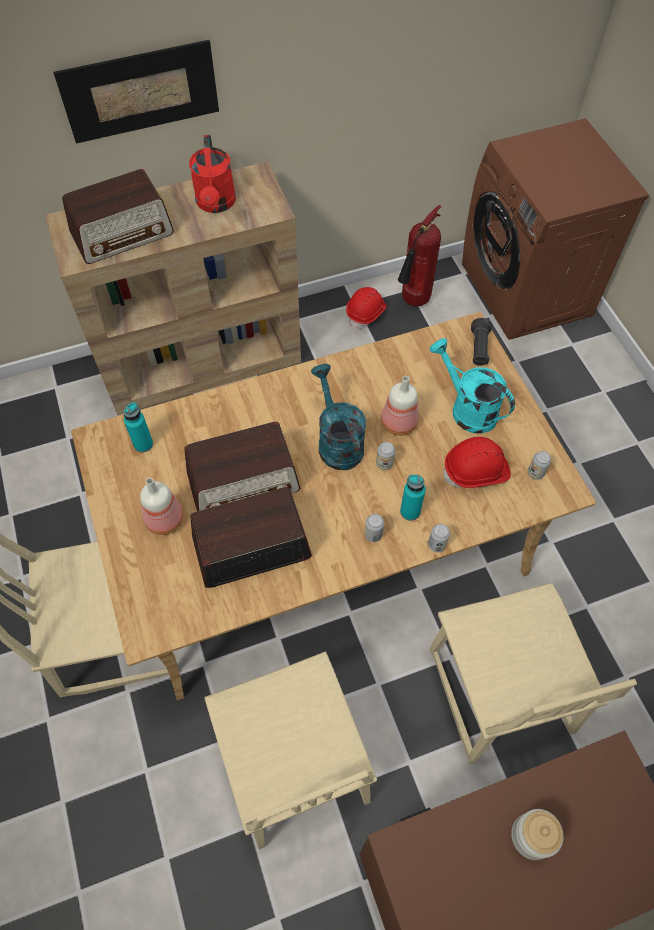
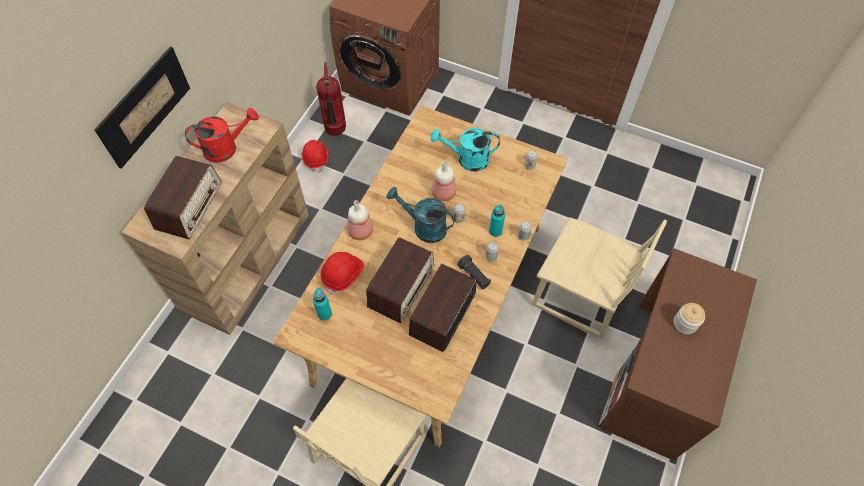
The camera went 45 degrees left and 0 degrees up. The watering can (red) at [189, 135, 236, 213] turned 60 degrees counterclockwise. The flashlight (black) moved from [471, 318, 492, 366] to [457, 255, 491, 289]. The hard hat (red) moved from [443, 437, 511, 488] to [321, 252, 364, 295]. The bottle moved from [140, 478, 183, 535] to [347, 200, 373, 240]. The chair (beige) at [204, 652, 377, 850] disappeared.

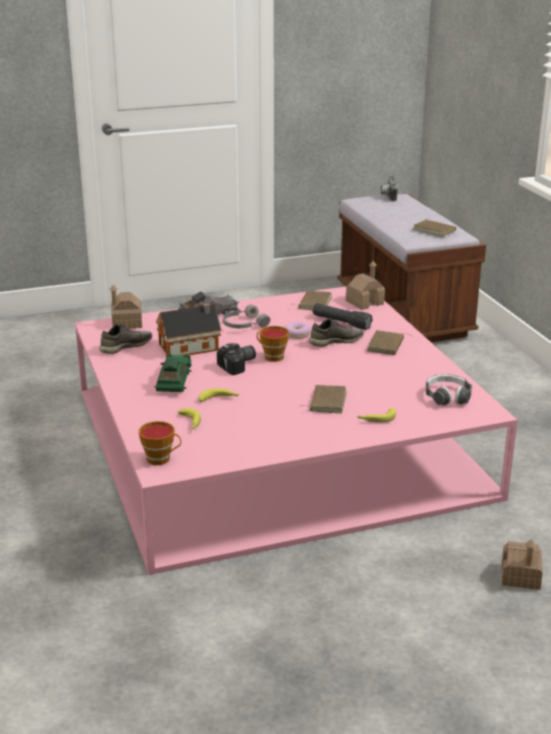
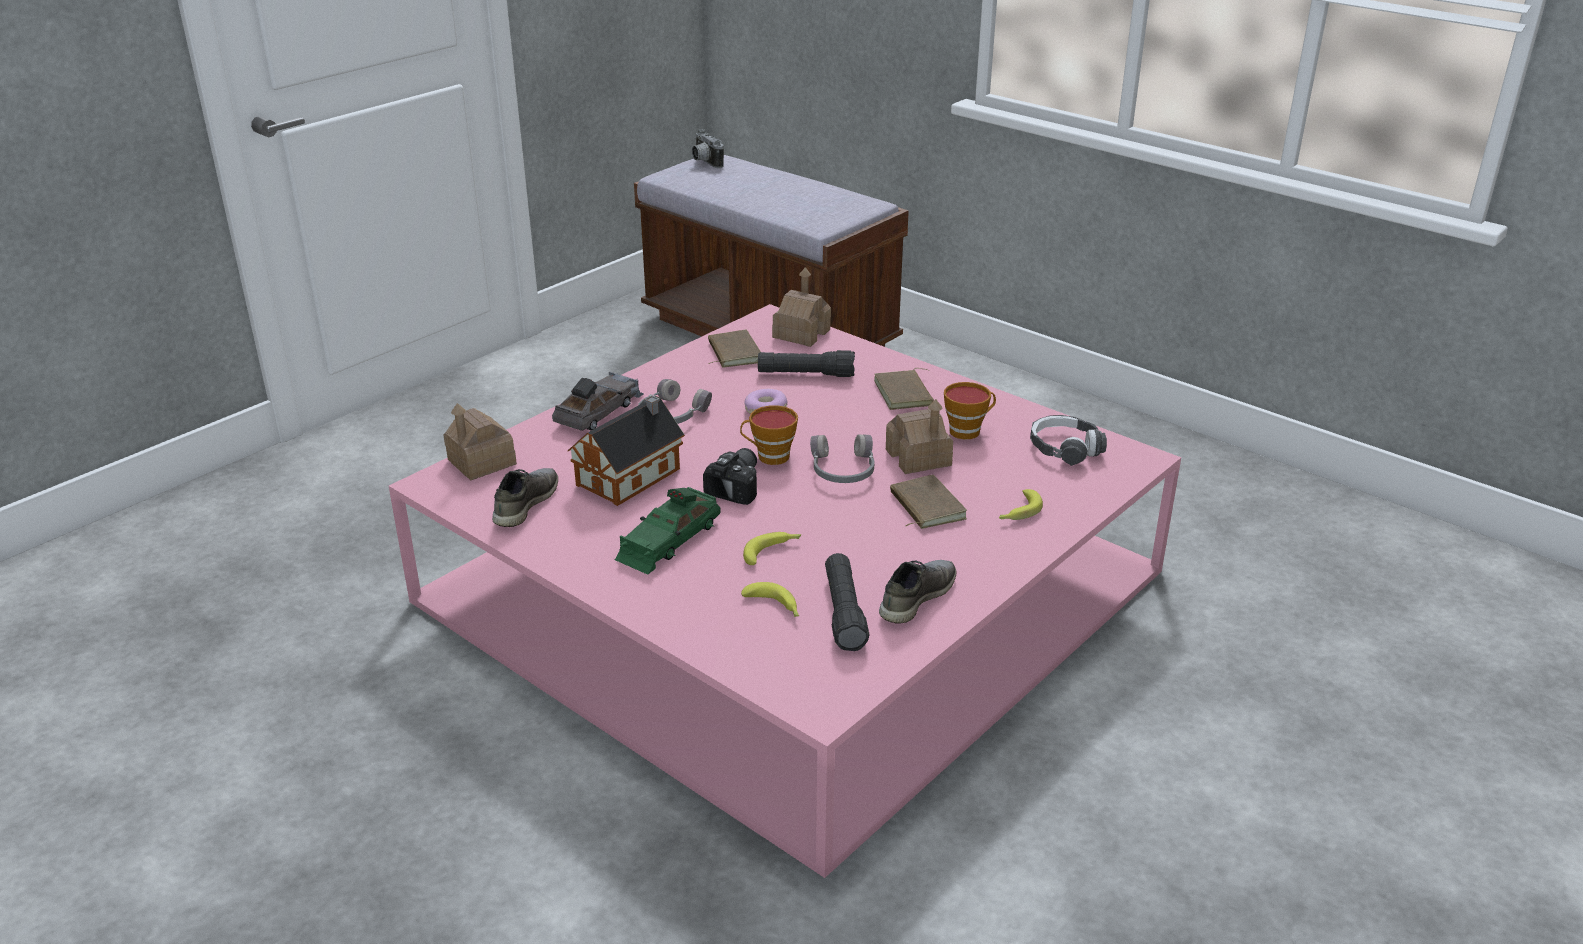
The camera went 30 degrees left and 5 degrees up. The book (brown) at [413, 218, 456, 237] disappeared. The shoe (grey) moved from [309, 318, 364, 347] to [879, 560, 956, 624]. The toy car (green) at [154, 355, 192, 392] turned 120 degrees counterclockwise. The cup moved from [138, 421, 181, 465] to [944, 382, 996, 440]. The toy house moved from [502, 539, 543, 590] to [886, 399, 953, 474]. The headphones (grey) at [810, 434, 874, 483] appeared. The flashlight (black) at [825, 553, 870, 651] appeared.

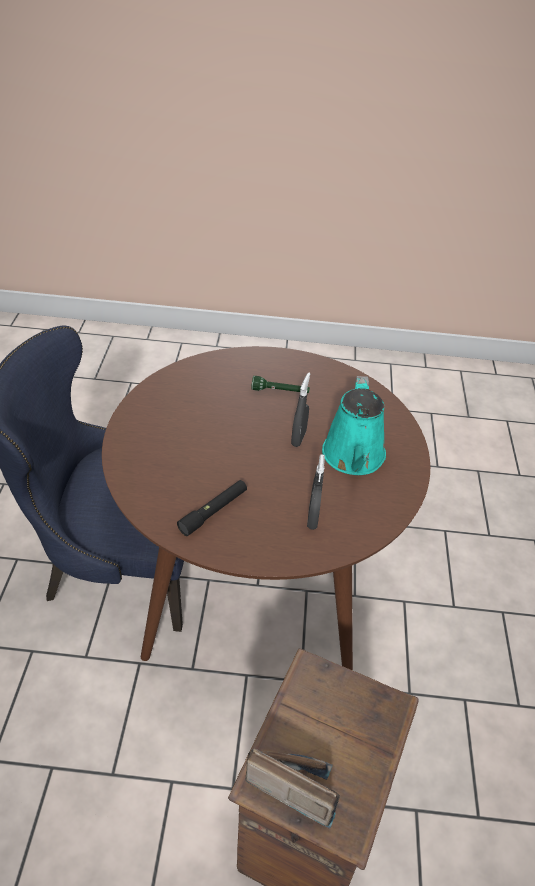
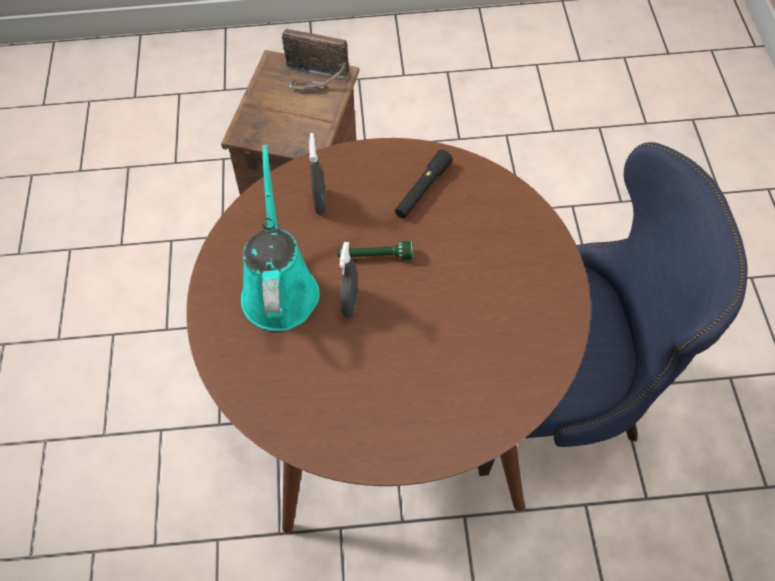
The camera went 175 degrees right and 15 degrees up. The flashlight (green) moved from [251, 376, 310, 393] to [337, 241, 413, 260].

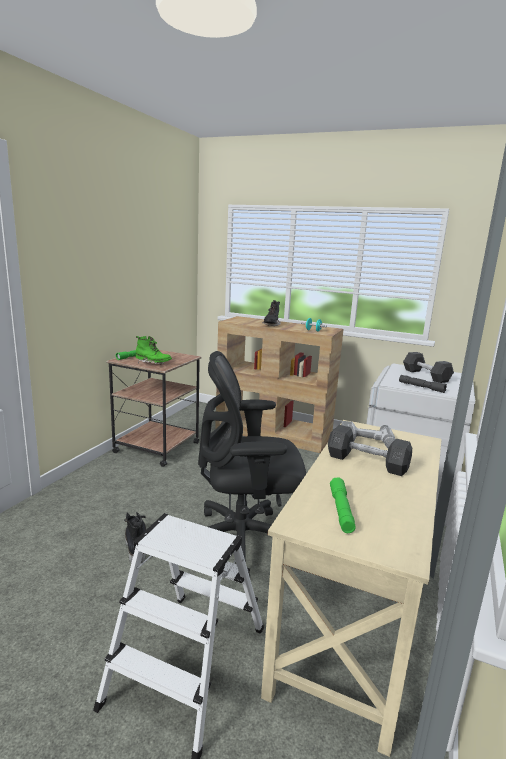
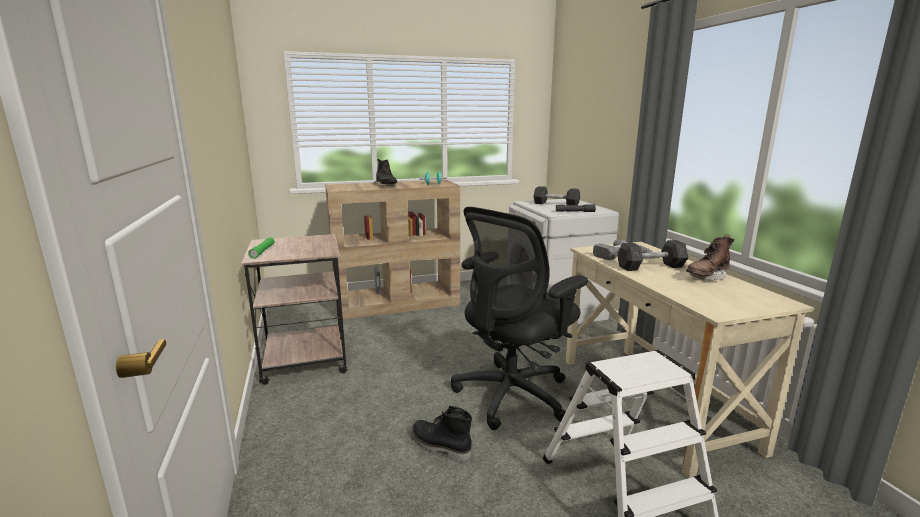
The camera went 40 degrees left and 0 degrees up. The boot (green) at [136, 336, 172, 364] disappeared. The flashlight (green) at [330, 477, 356, 533] disappeared. The boot (brown) at [686, 234, 734, 281] appeared.

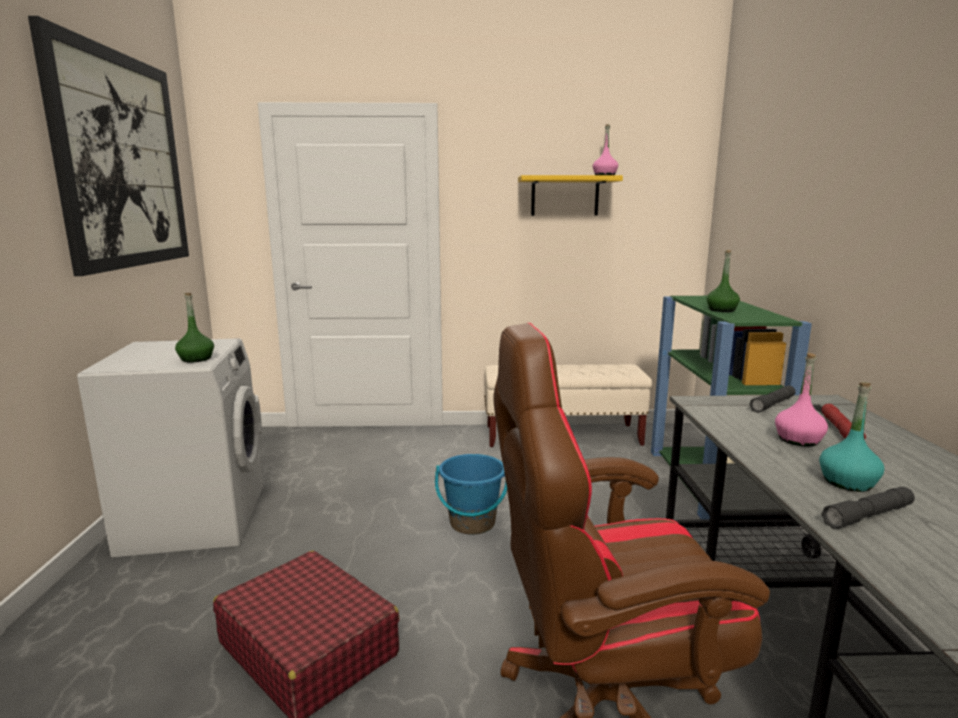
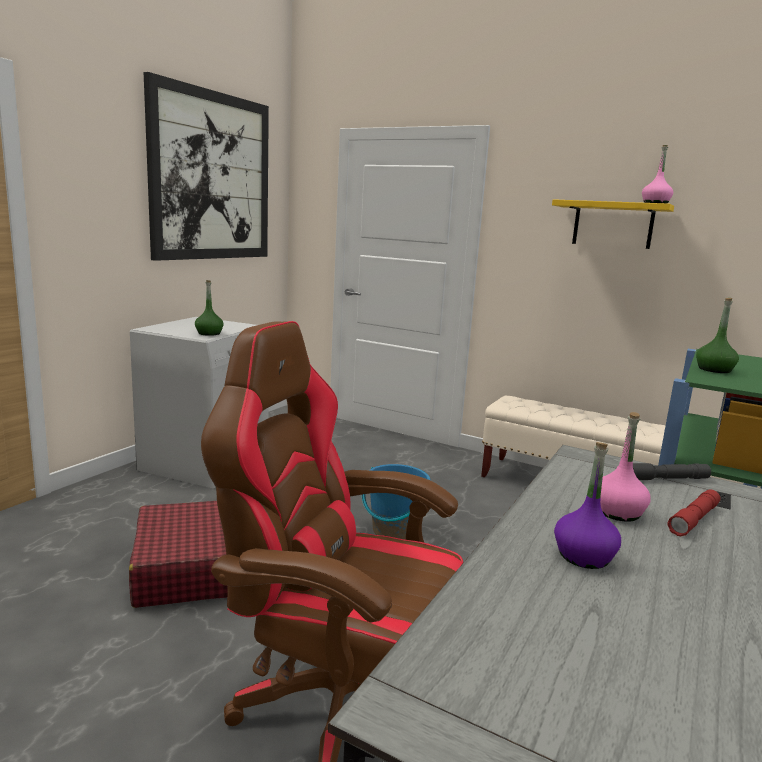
The camera went 30 degrees right and 0 degrees up. The bottle (turquoise) at [819, 383, 884, 492] became the bottle (purple) at [554, 442, 621, 569]. The flashlight (grey) at [822, 487, 915, 529] disappeared.

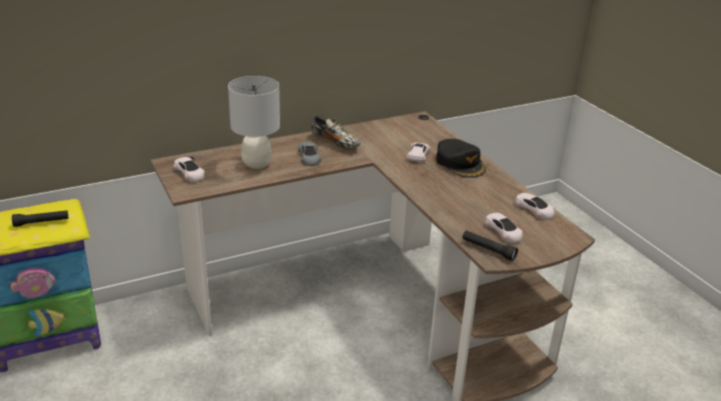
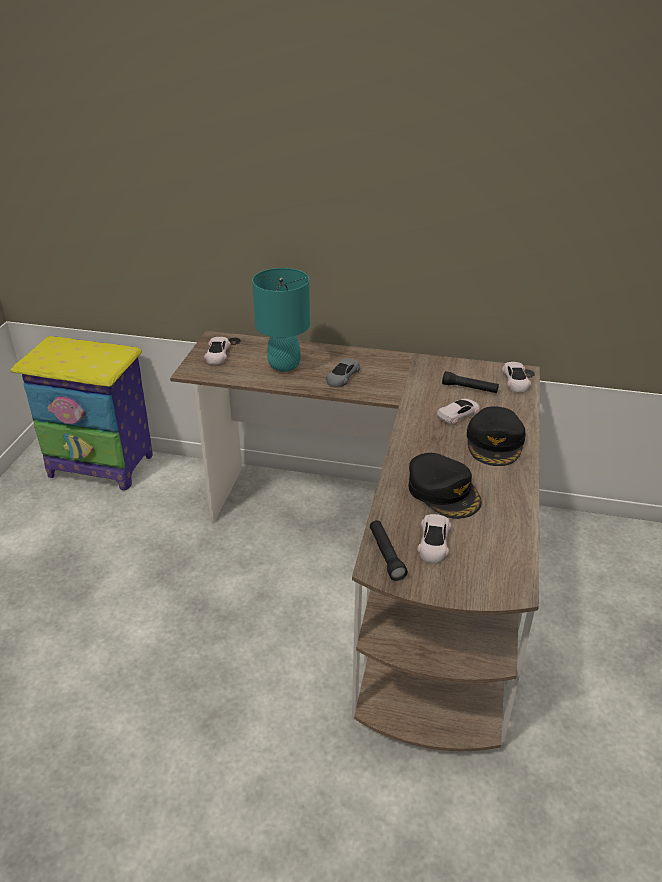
The camera went 40 degrees right and 5 degrees up. The table lamp (grey) at [228, 76, 280, 169] became the table lamp (turquoise) at [252, 268, 310, 372]. The shoe at [311, 115, 360, 149] disappeared. The toy car (white) moved from [515, 193, 554, 220] to [502, 362, 531, 393]. The flashlight (black) moved from [12, 210, 68, 227] to [442, 371, 499, 393]. The cap (black) at [408, 453, 482, 519] appeared.

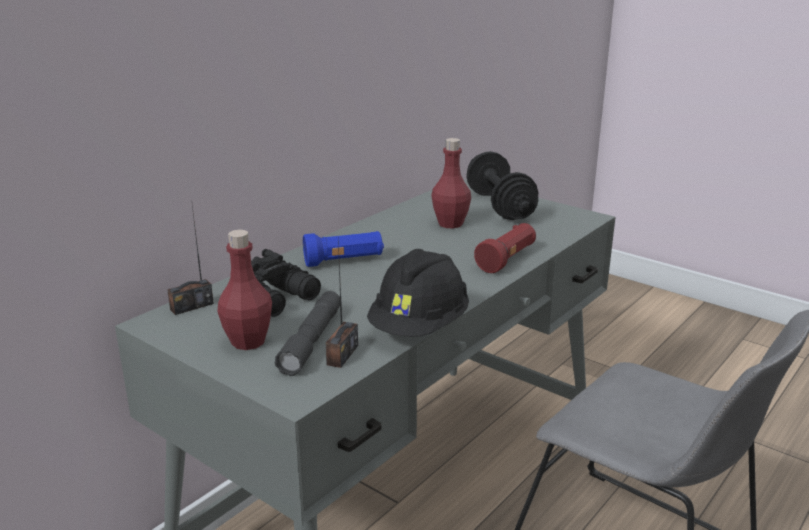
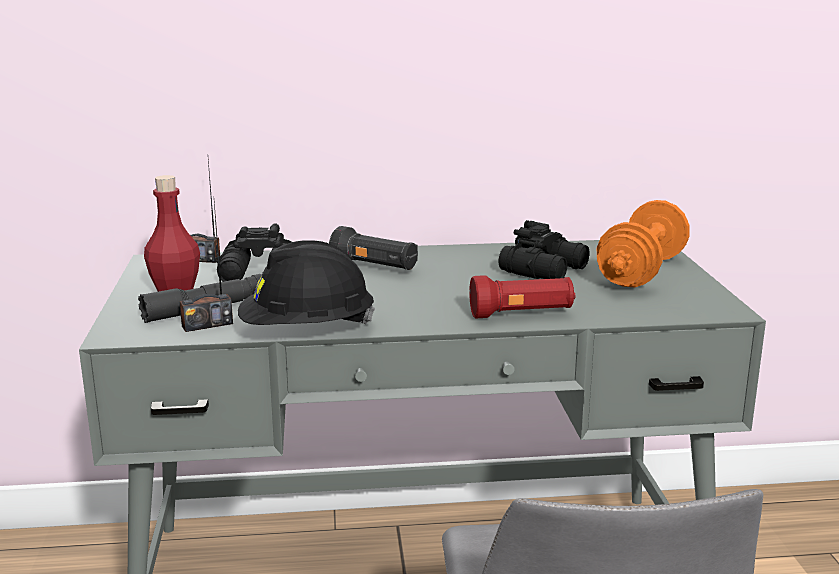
The camera went 45 degrees right and 5 degrees down. The bottle (red) at [431, 138, 471, 229] was replaced by the binoculars (black) at [499, 220, 589, 279]. The dumbbell (black) at [466, 151, 538, 220] became the dumbbell (orange) at [597, 200, 689, 287]. The flashlight (blue) at [303, 231, 384, 267] became the flashlight (black) at [329, 226, 418, 270].

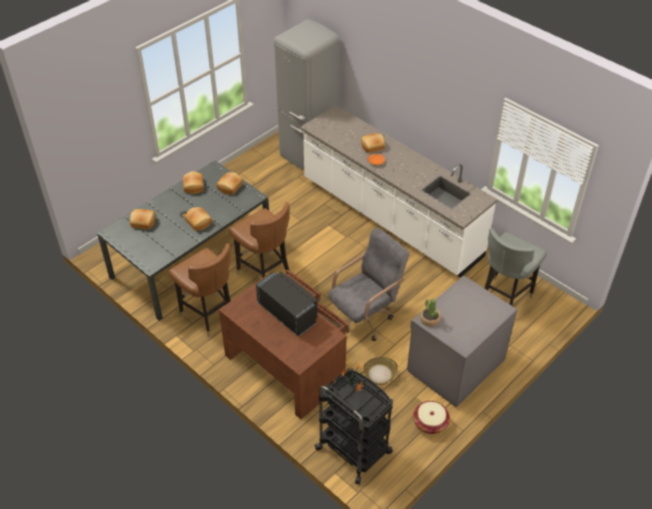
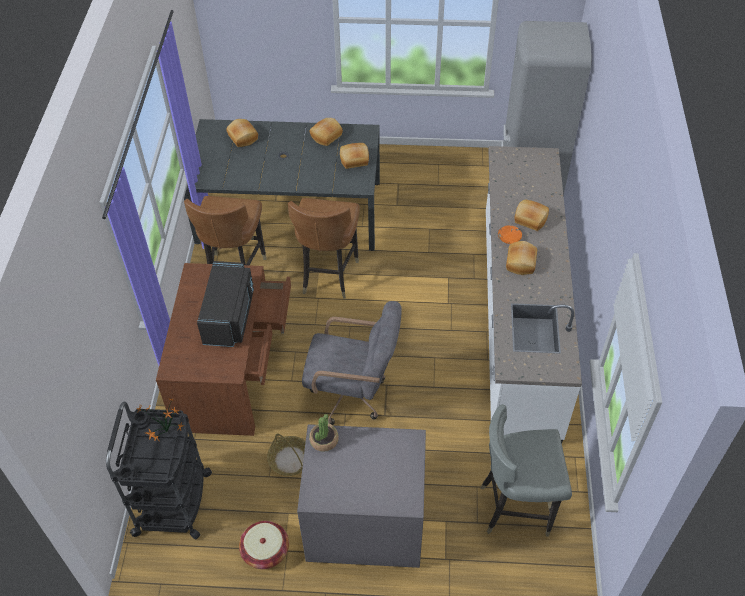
The camera went 50 degrees right and 5 degrees up. The bread moved from [185, 207, 212, 231] to [506, 241, 537, 275].

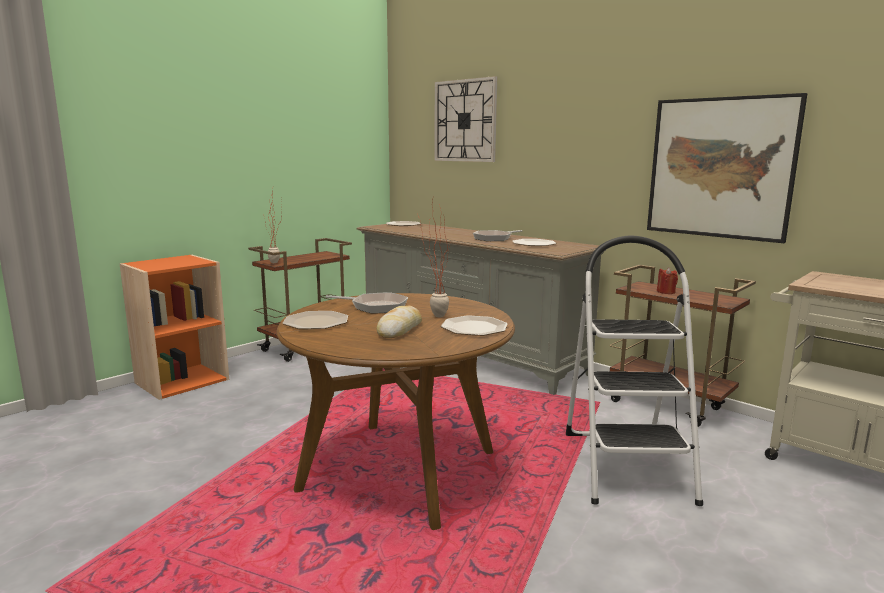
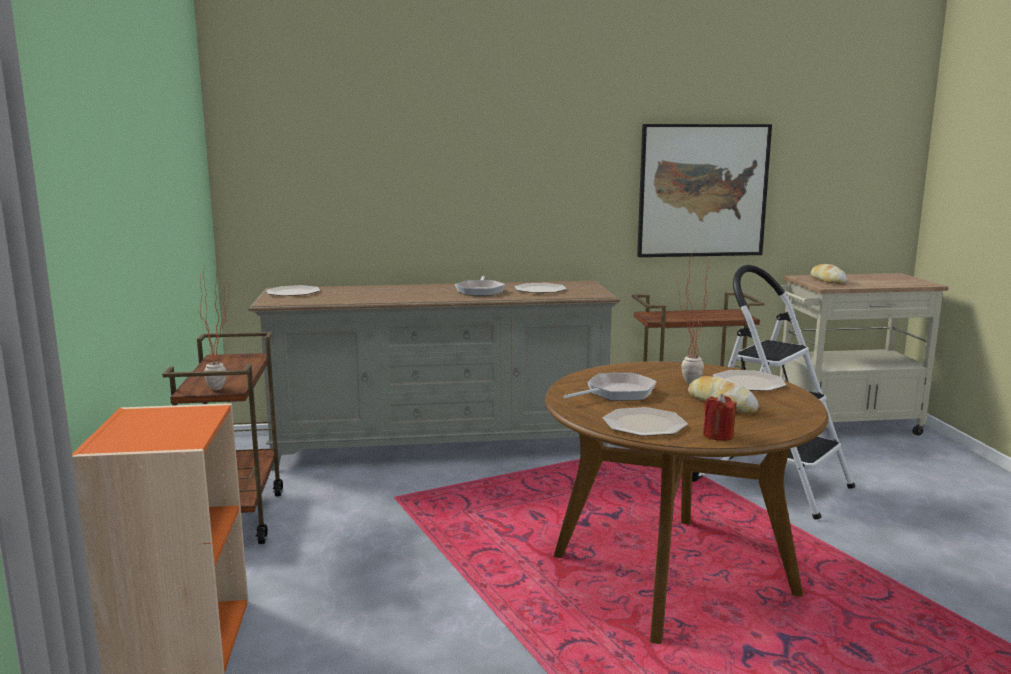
The camera went 50 degrees left and 0 degrees up. The wall clock at [434, 76, 497, 162] disappeared. The candle (red) moved from [657, 267, 678, 294] to [703, 394, 737, 441]. The bread at [810, 264, 847, 284] appeared.

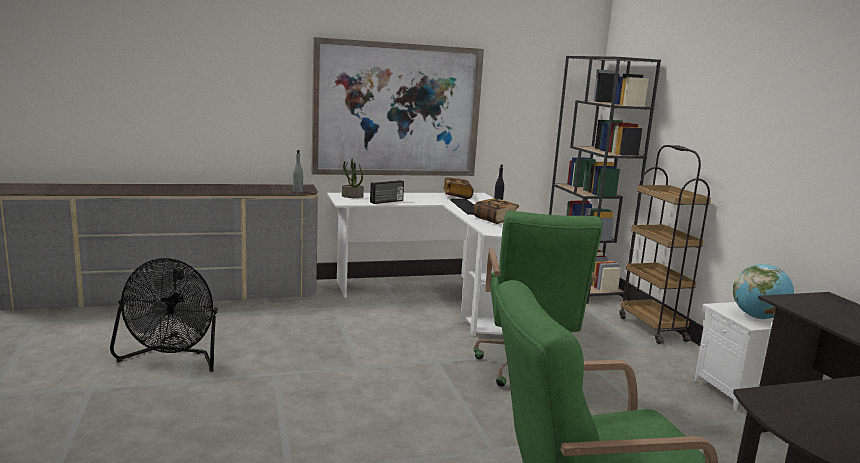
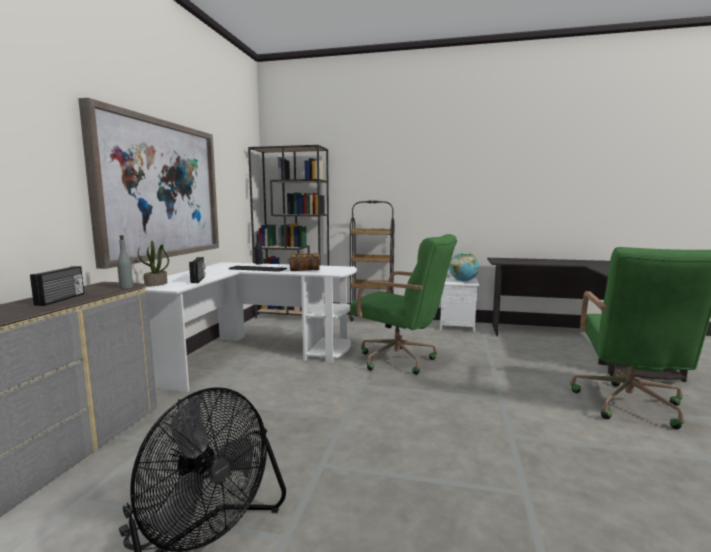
The camera went 60 degrees left and 5 degrees down. The book at [443, 177, 474, 199] disappeared. The radio at [30, 266, 84, 306] appeared.

